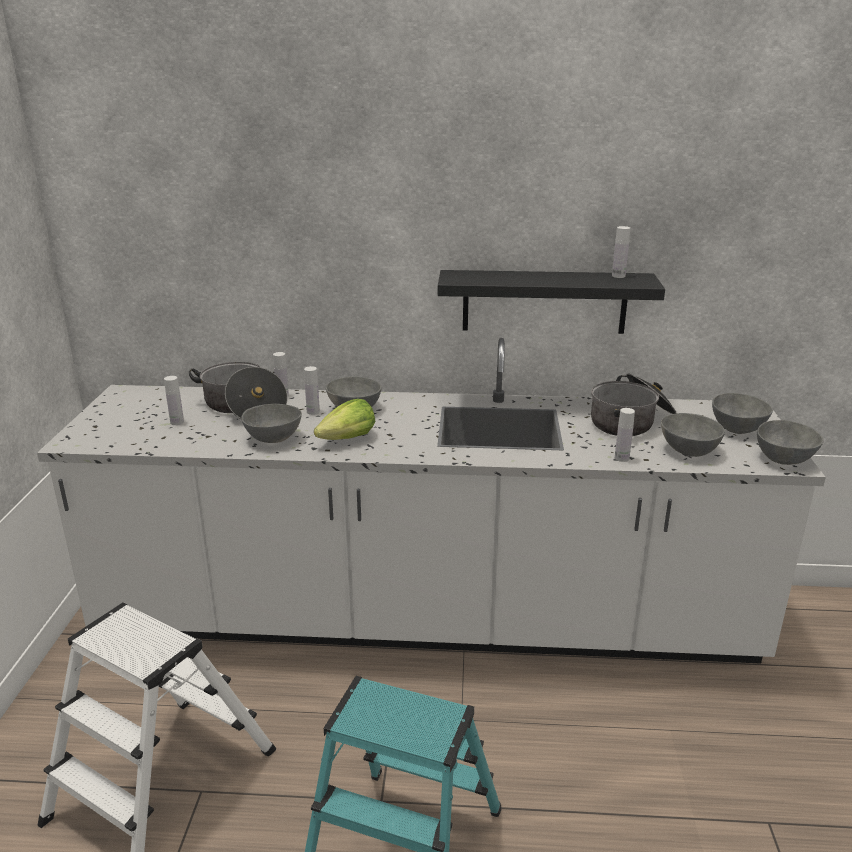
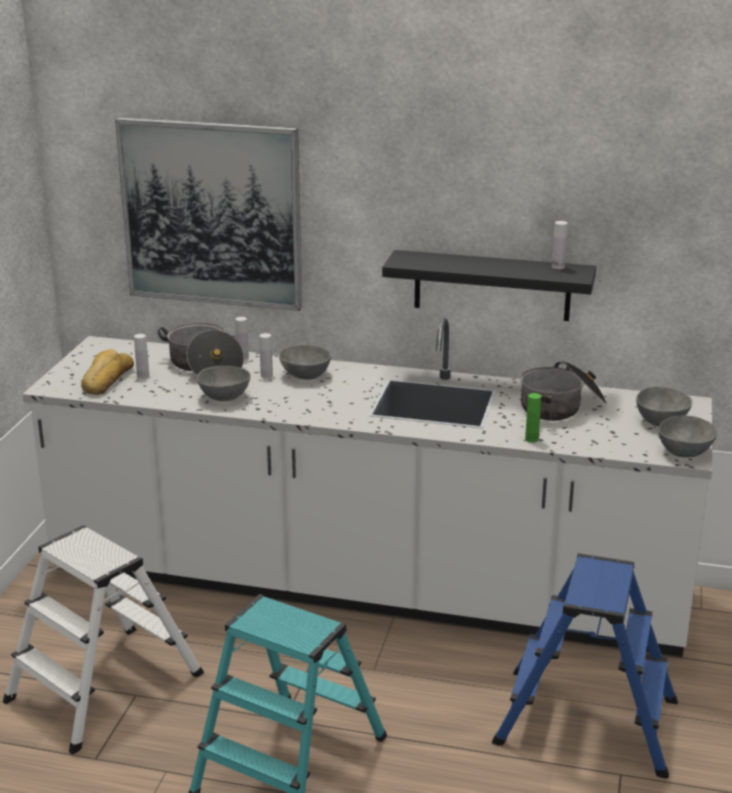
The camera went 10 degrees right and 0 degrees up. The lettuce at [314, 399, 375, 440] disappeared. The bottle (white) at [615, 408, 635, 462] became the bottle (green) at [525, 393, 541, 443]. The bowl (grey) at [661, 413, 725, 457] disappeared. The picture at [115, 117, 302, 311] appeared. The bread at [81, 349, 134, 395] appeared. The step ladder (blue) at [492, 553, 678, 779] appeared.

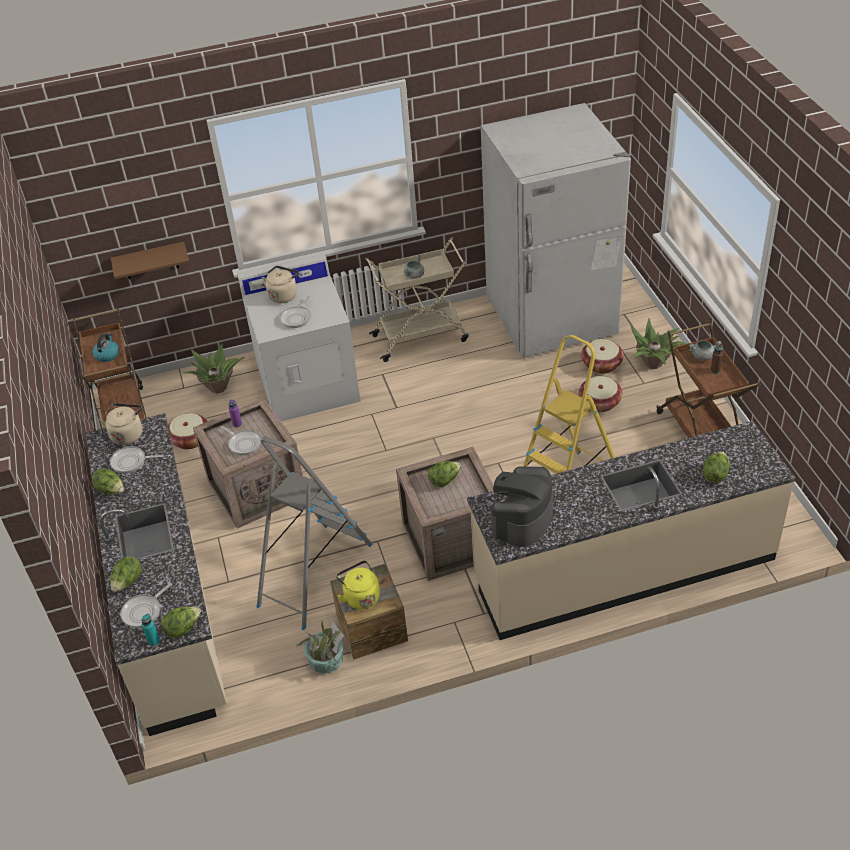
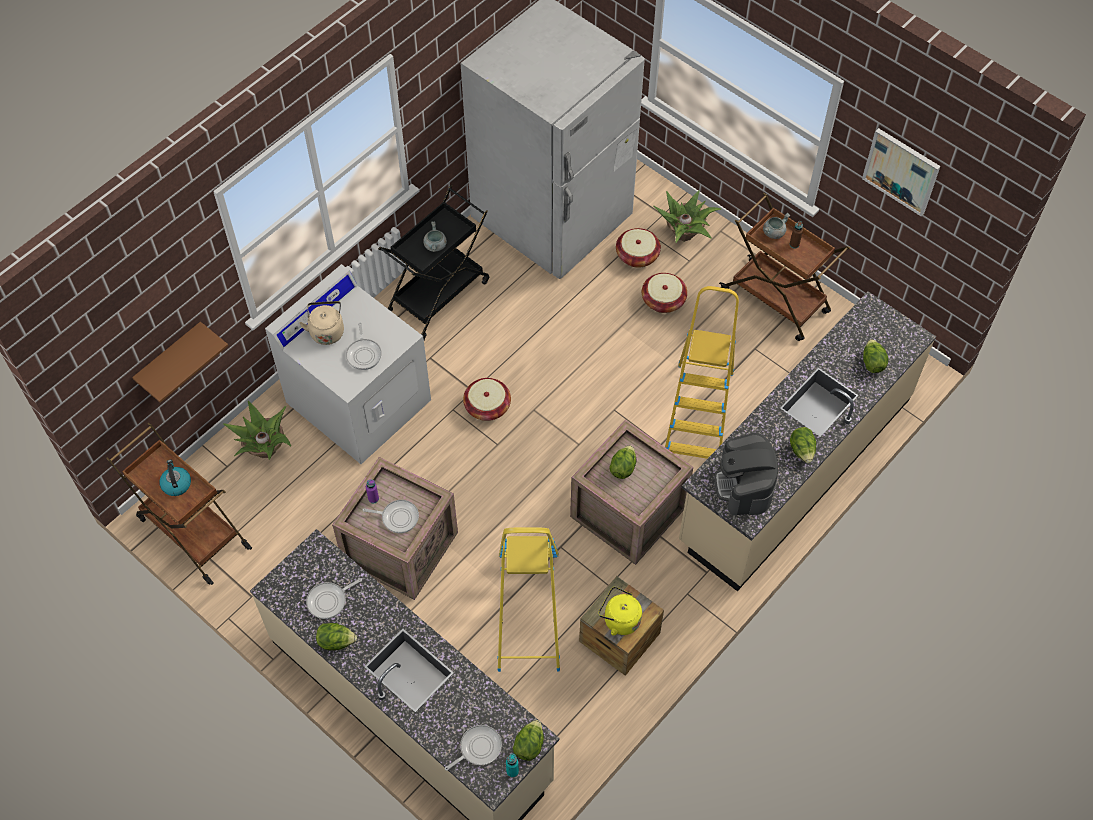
The camera went 35 degrees left and 15 degrees up. The cart (beige) at [365, 238, 469, 362] became the cart (black) at [378, 185, 489, 340]. The kettle (beige) at [99, 403, 143, 445] disappeared. The basket moved from [168, 413, 207, 449] to [463, 378, 511, 421]. The step ladder (grey) at [256, 436, 372, 630] became the step ladder (yellow) at [497, 527, 560, 672]. The lettuce moved from [110, 556, 142, 592] to [790, 427, 816, 463]. The frying pan at [120, 583, 172, 628] turned 135 degrees counterclockwise. The potted plant at [294, 621, 344, 674] disappeared. The picture at [862, 128, 940, 217] appeared.

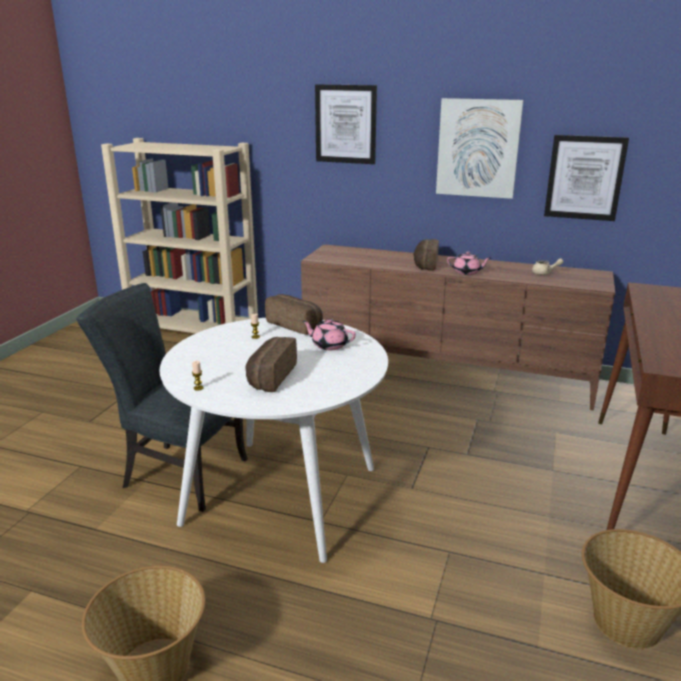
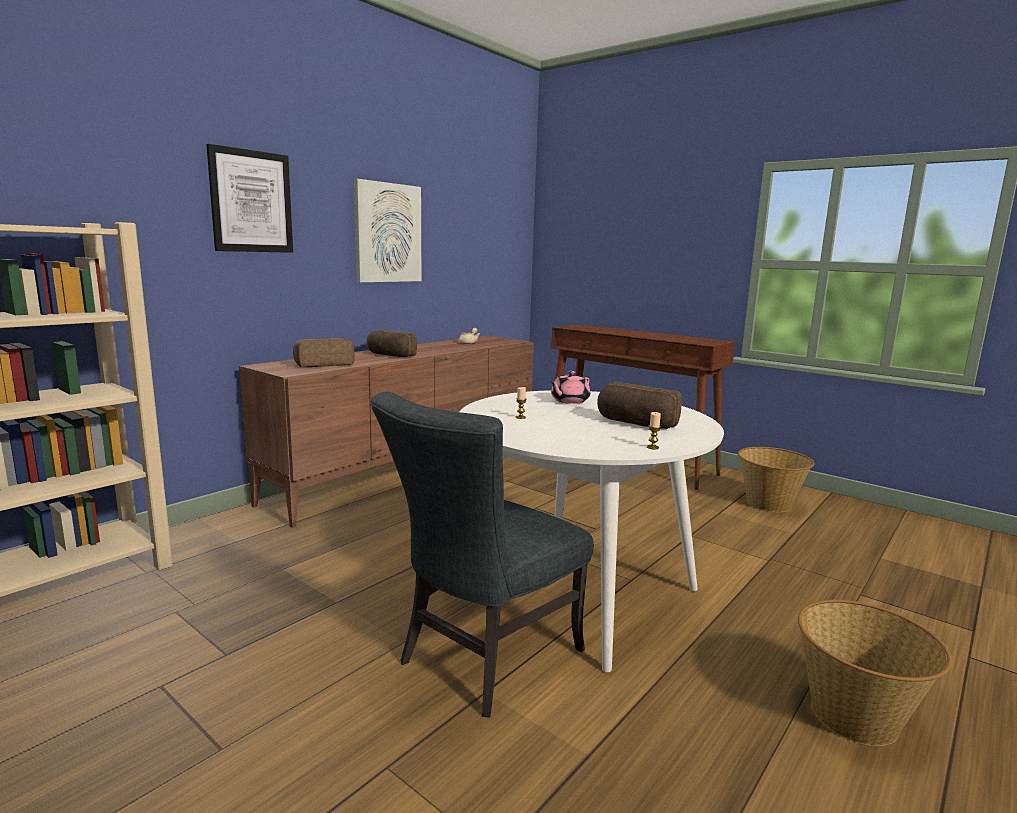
The camera went 70 degrees left and 10 degrees down. The picture at [544, 135, 629, 221] disappeared. The teapot (pink) at [447, 252, 491, 275] disappeared. The bread moved from [265, 294, 323, 335] to [293, 337, 355, 367].

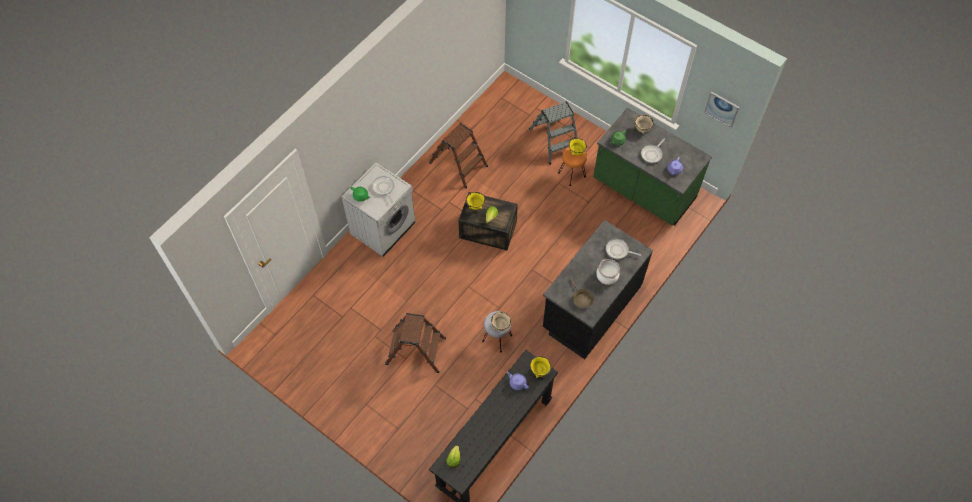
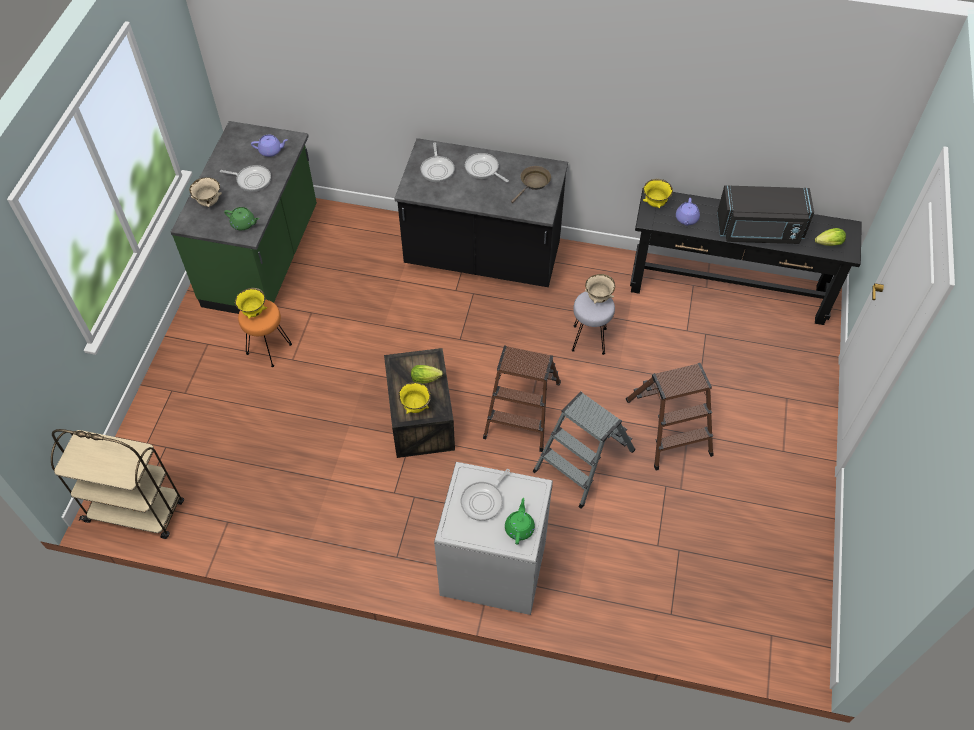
The camera went 115 degrees left and 5 degrees down. The picture at [704, 92, 739, 128] disappeared. The step ladder (grey) moved from [529, 101, 578, 165] to [533, 391, 636, 509]. The step ladder (brown) moved from [429, 123, 488, 189] to [483, 345, 561, 452]. The cooking pot at [596, 259, 620, 285] was replaced by the frying pan at [465, 153, 509, 182]. The microwave (black) at [717, 185, 814, 244] appeared. The cart (beige) at [51, 429, 184, 539] appeared.

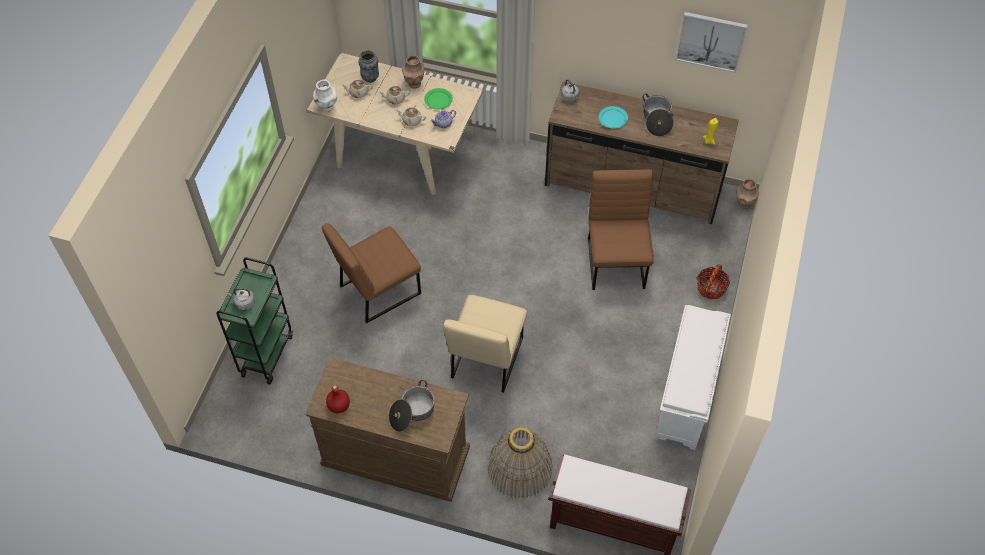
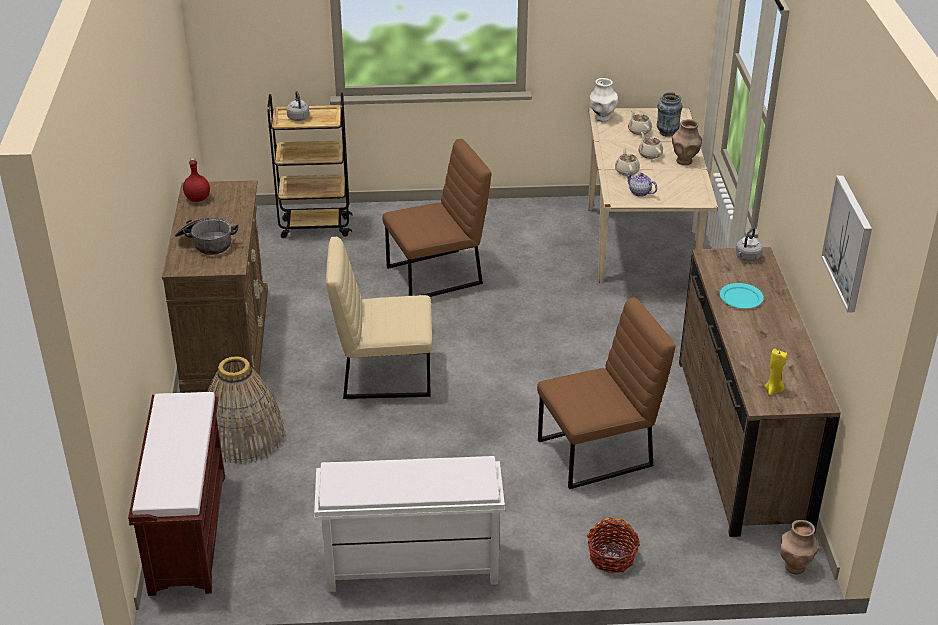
The camera went 70 degrees right and 20 degrees down. The plate (green) at [424, 88, 453, 109] disappeared. The cooking pot at [642, 93, 674, 137] disappeared. The chair (brown) at [322, 223, 421, 323] turned 120 degrees clockwise. The cart (green) at [216, 257, 293, 385] became the cart (brown) at [268, 92, 353, 238].

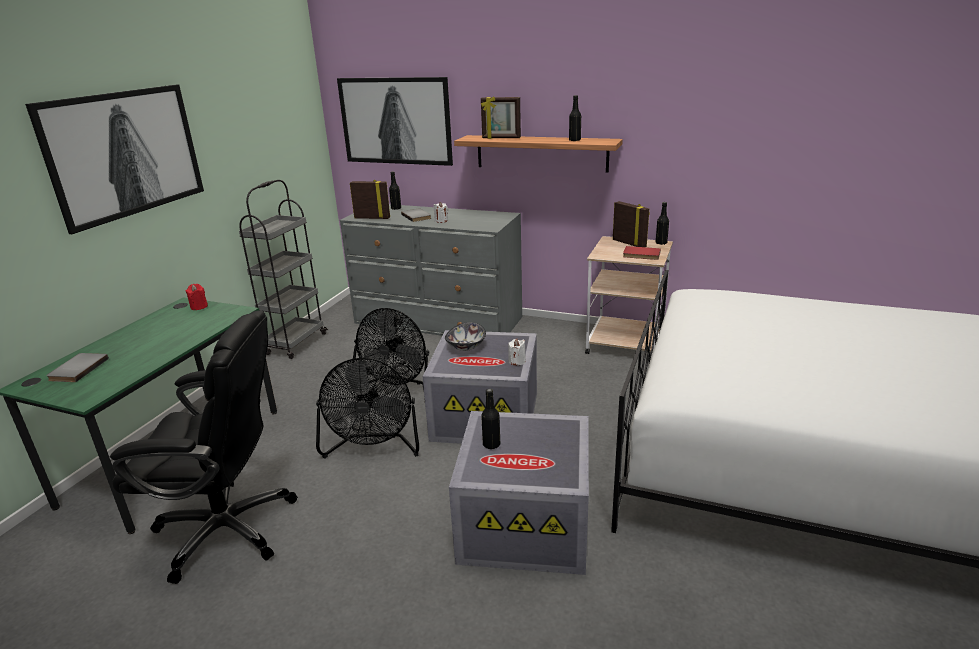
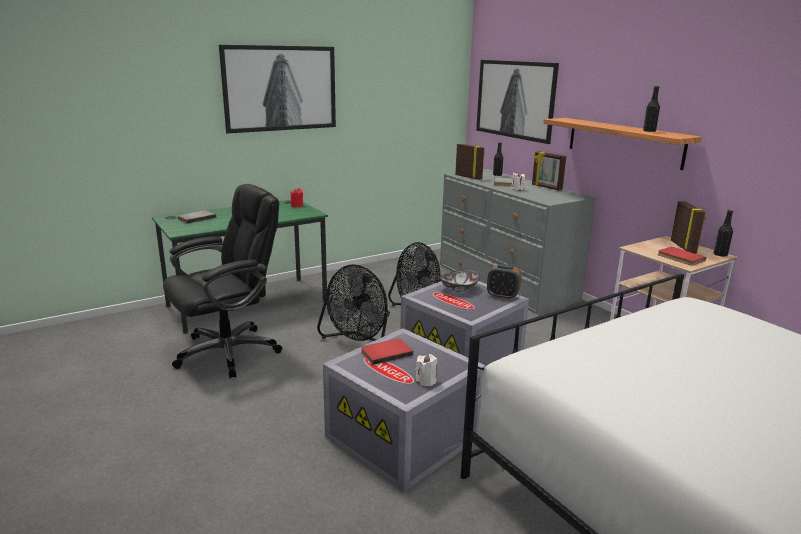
The camera went 35 degrees right and 5 degrees down. The picture frame moved from [481, 96, 521, 139] to [532, 151, 566, 190]. The cart (grey) at [239, 180, 328, 359] disappeared. The office chair (black) at [110, 310, 298, 584] turned 75 degrees counterclockwise. The candle (white) moved from [508, 339, 526, 365] to [416, 354, 437, 386]. The bottle (black) at [481, 389, 500, 449] was replaced by the book (red) at [361, 338, 413, 365]. The alarm clock at [487, 264, 521, 300] appeared.

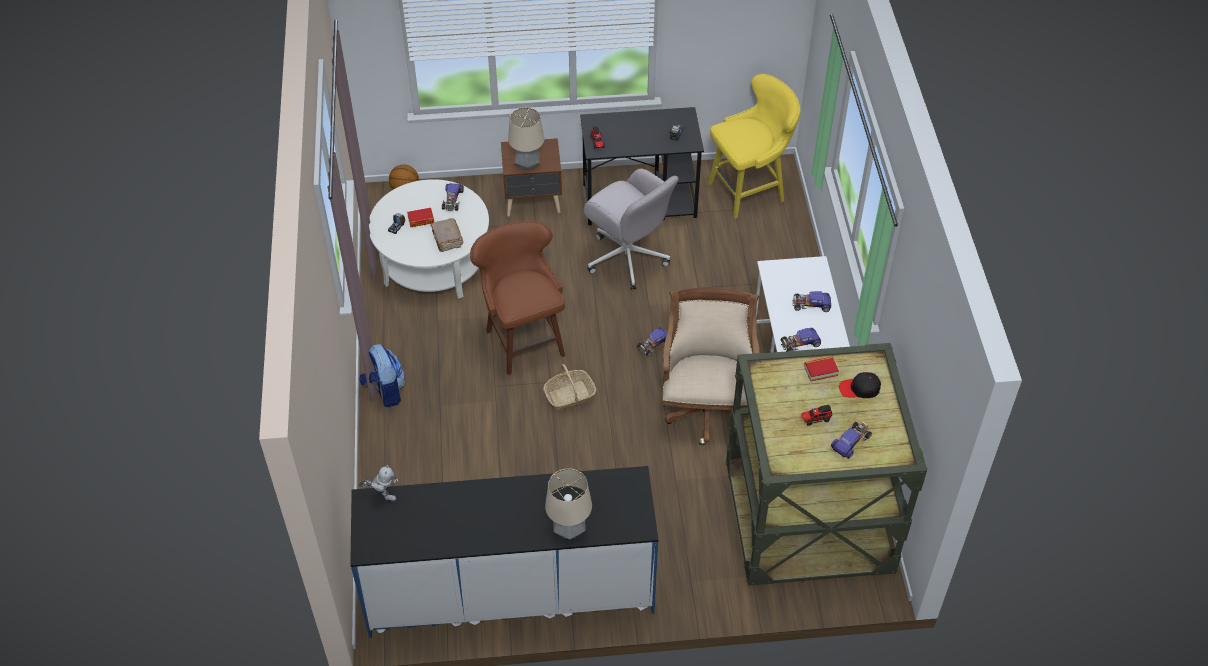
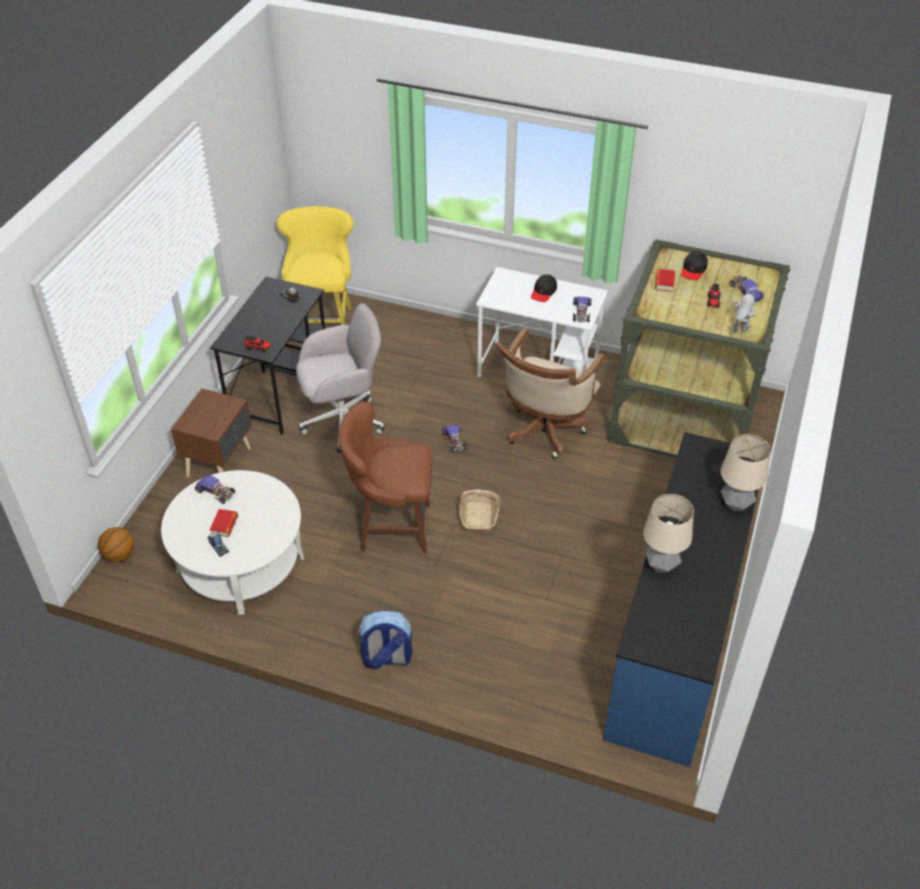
The camera went 65 degrees left and 5 degrees down. The table lamp moved from [508, 107, 544, 170] to [643, 494, 694, 573]. The book (brown) at [430, 218, 463, 252] disappeared. The office chair at [662, 288, 760, 445] turned 90 degrees counterclockwise. The toy car at [793, 291, 831, 312] was replaced by the cap (black) at [531, 275, 557, 302]. The toy robot moved from [359, 465, 398, 502] to [733, 291, 756, 333].

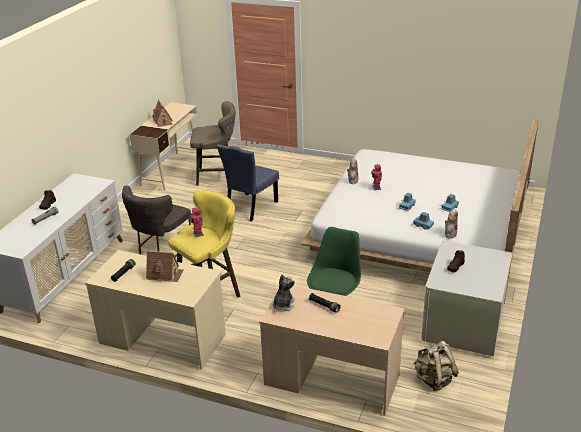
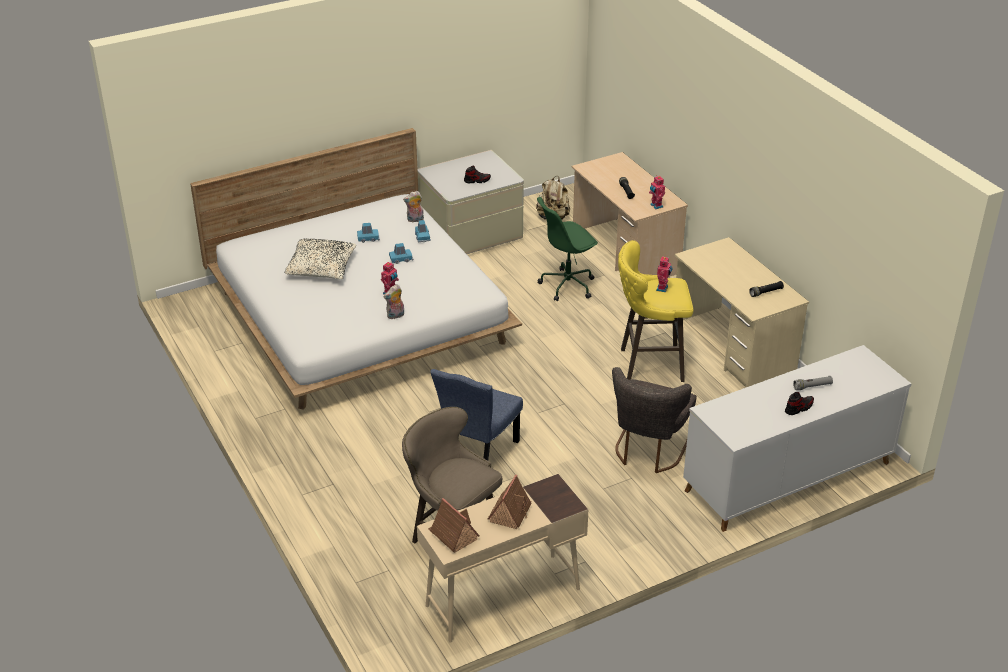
The camera went 140 degrees left and 5 degrees up. The chair (blue) at [217, 144, 279, 222] turned 135 degrees clockwise. The chair (grey) at [122, 185, 191, 257] turned 135 degrees clockwise. The toy house moved from [146, 251, 183, 282] to [428, 498, 479, 553]. The plush toy at [273, 275, 295, 311] was replaced by the toy robot at [649, 175, 665, 209]. The pillow (beige) at [284, 239, 356, 279] appeared.

